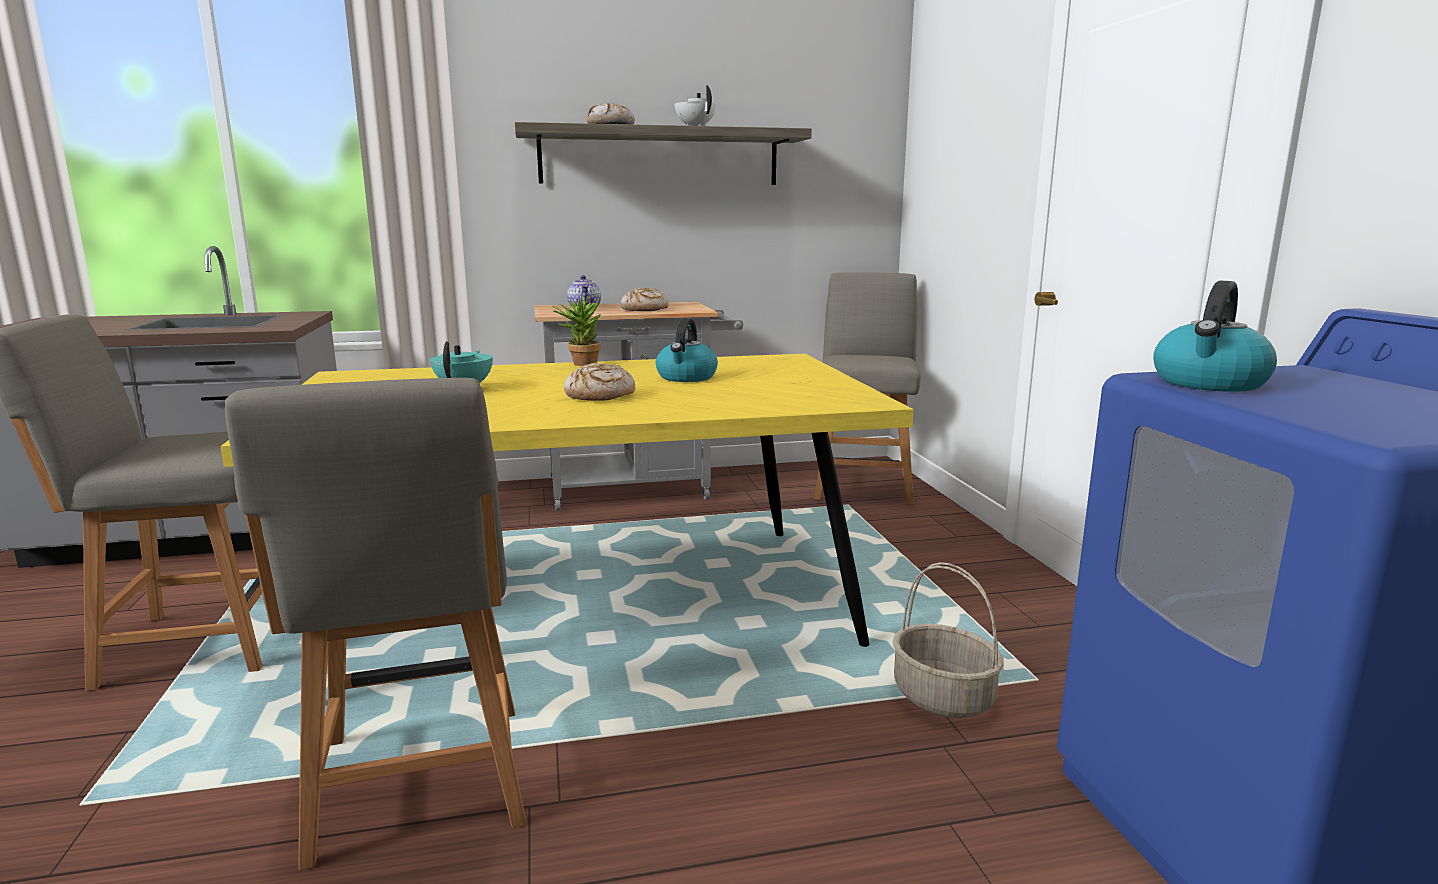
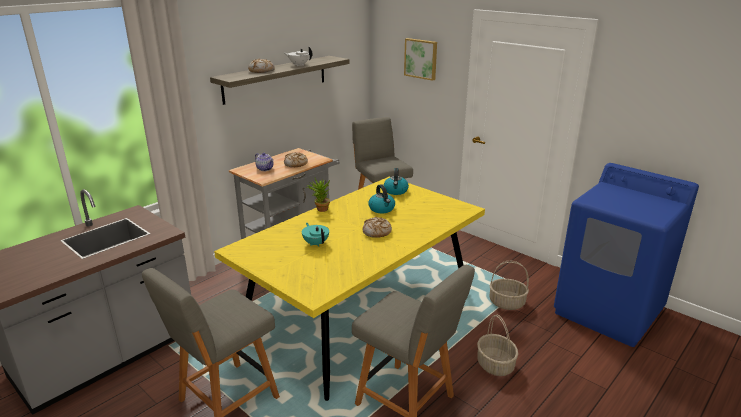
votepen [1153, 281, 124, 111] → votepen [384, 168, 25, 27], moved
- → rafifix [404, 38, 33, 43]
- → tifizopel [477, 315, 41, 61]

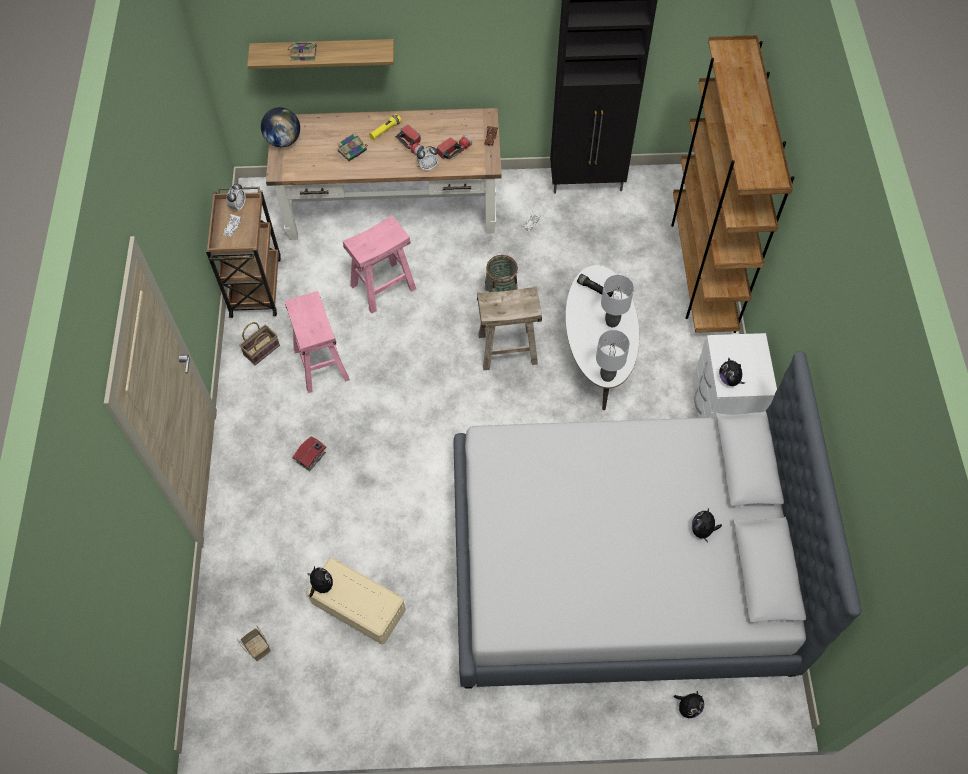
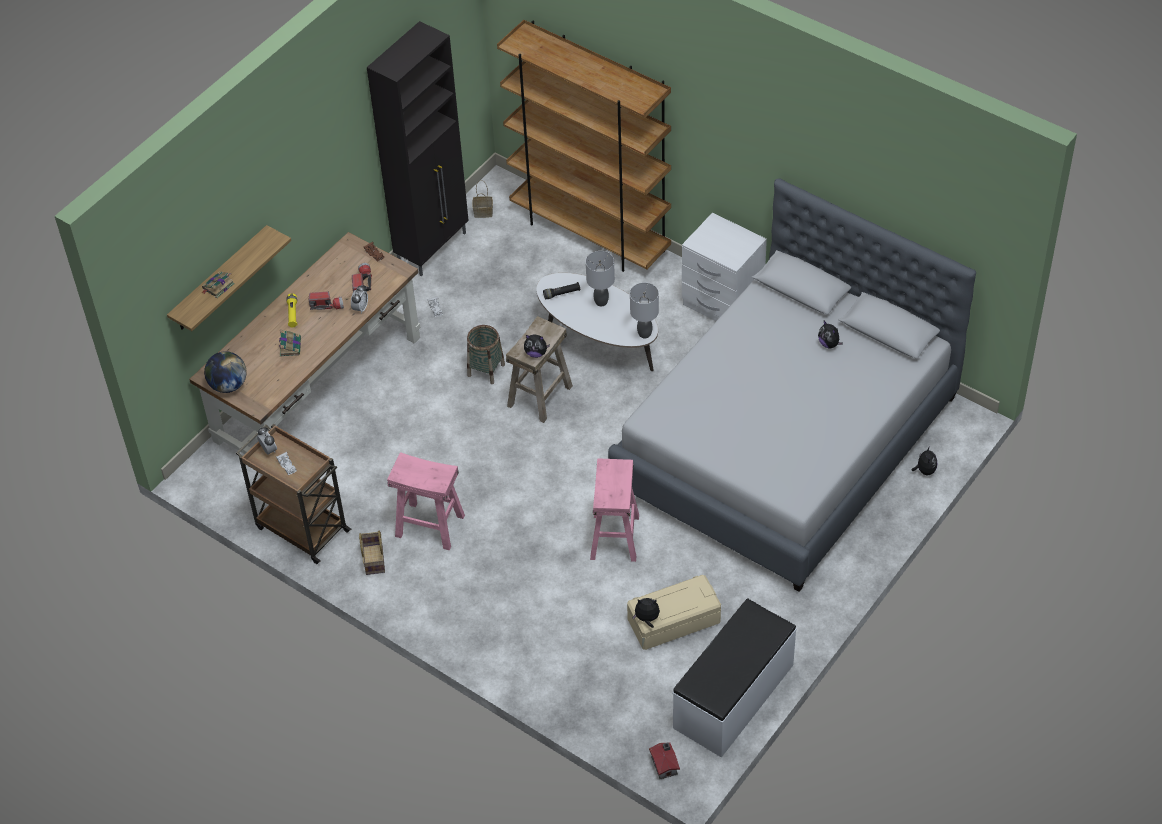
tifizopel [237, 625, 34, 36] → tifizopel [472, 180, 21, 38], moved
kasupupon [292, 436, 34, 35] → kasupupon [649, 742, 31, 37], moved
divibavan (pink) [343, 215, 73, 99] → divibavan (pink) [590, 458, 49, 104], moved
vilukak [719, 357, 26, 29] → vilukak [524, 334, 26, 24], moved
- → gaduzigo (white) [672, 599, 125, 159]

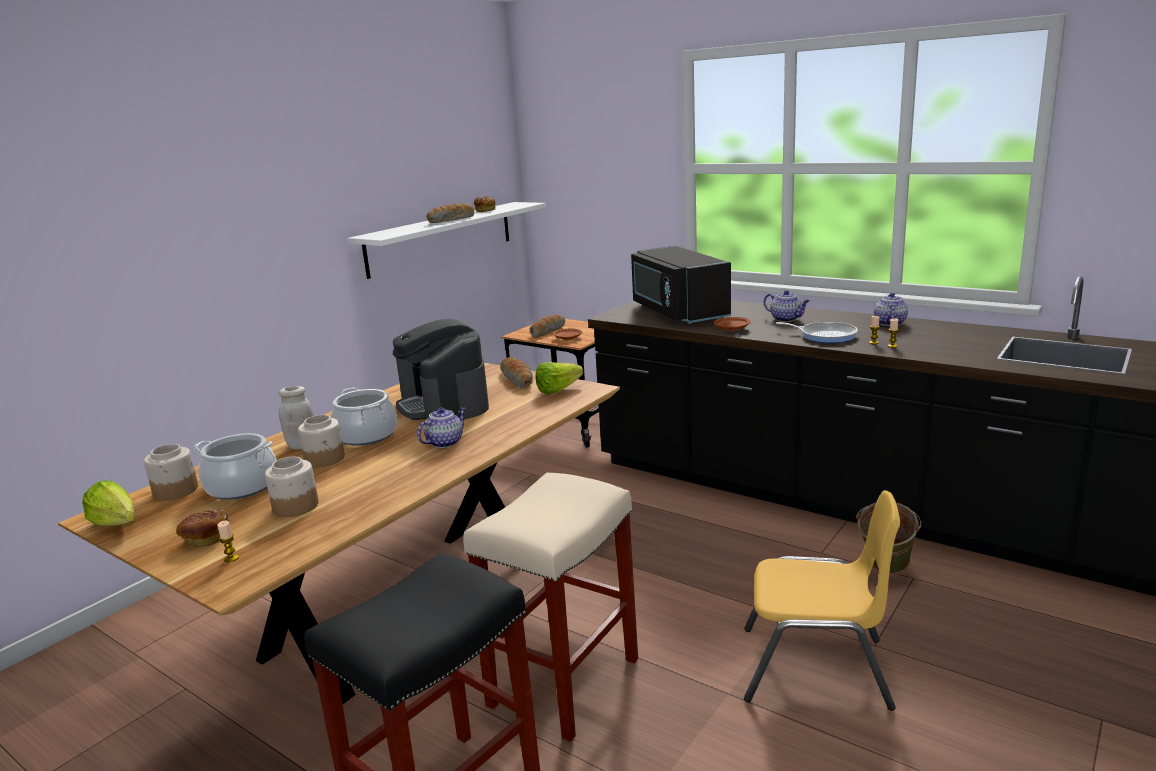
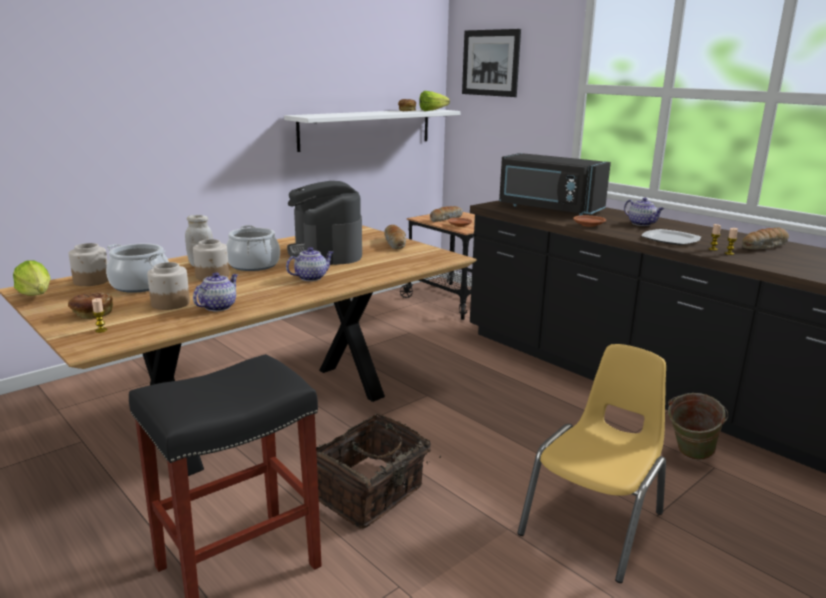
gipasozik [426, 203, 48, 20] → gipasozik [742, 227, 47, 23], moved
divibavan (beige) [463, 473, 175, 269] → tifizopel [316, 414, 125, 115]
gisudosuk [536, 362, 47, 33] → gisudosuk [419, 91, 31, 20], moved
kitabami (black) [631, 246, 100, 78] → kitabami (black) [499, 153, 112, 63], 45 degrees counterclockwise
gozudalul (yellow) [744, 490, 156, 221] → gozudalul (yellow) [517, 344, 149, 239], 75 degrees counterclockwise
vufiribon [776, 322, 82, 21] → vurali [641, 229, 60, 16]
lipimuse [874, 293, 34, 33] → lipimuse [193, 272, 45, 39], moved
- → rafifix [462, 29, 59, 68]

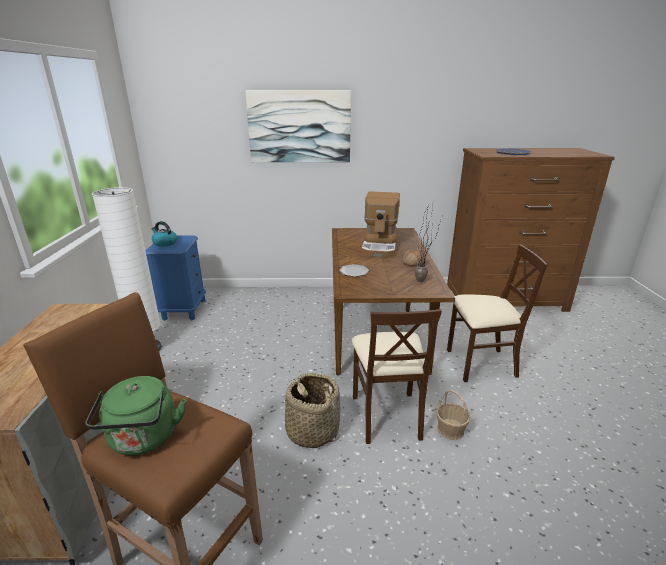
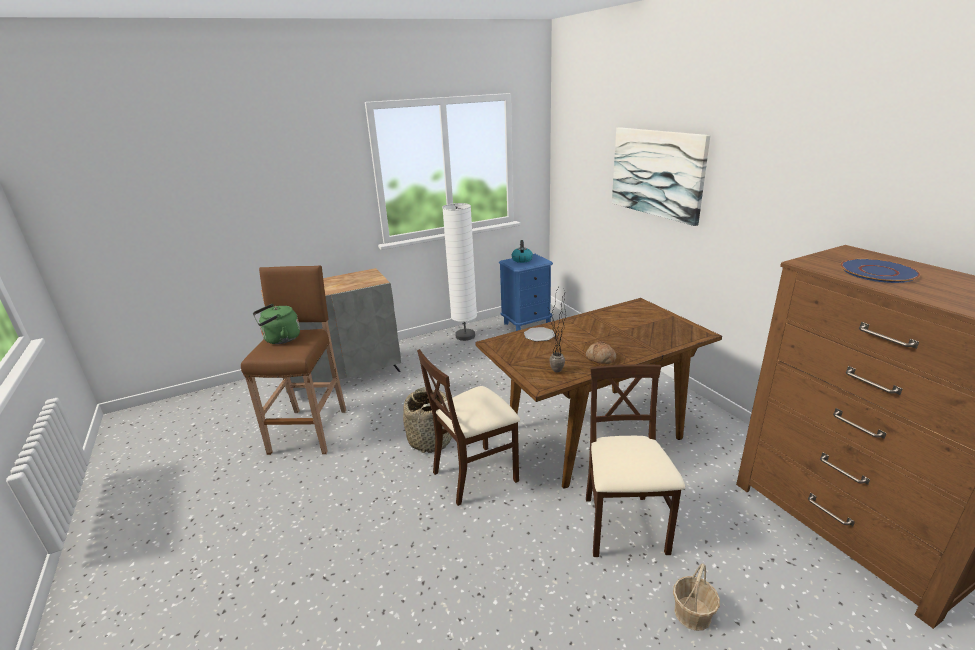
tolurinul [361, 191, 39, 66] → -
tifizopel [436, 390, 34, 50] → tifizopel [673, 563, 47, 68], moved
gozudalul (beige) [447, 245, 101, 137] → gozudalul (beige) [586, 364, 99, 193], 150 degrees counterclockwise

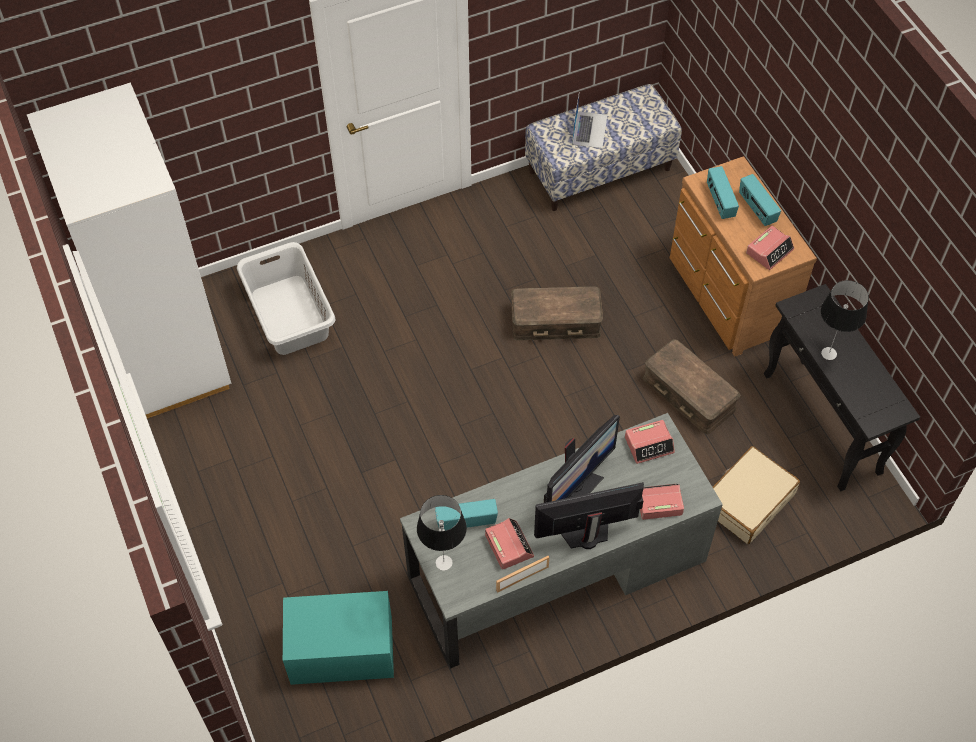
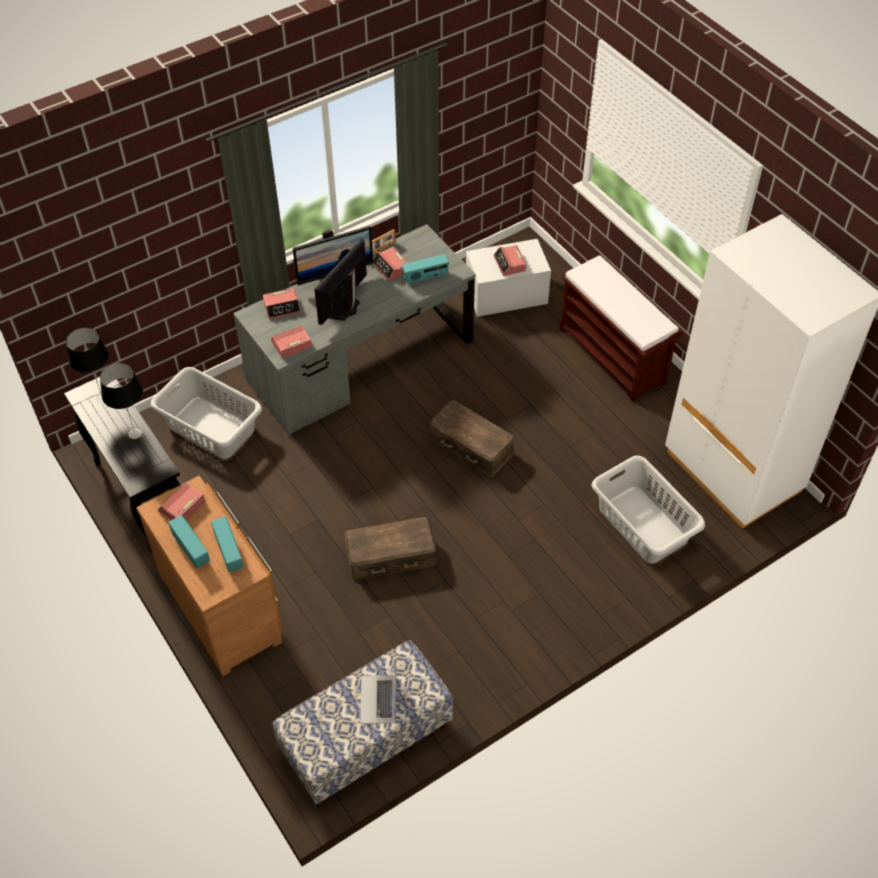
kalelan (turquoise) [283, 591, 111, 94] → kalelan (white) [466, 239, 85, 78]
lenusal [417, 495, 50, 76] → lenusal [66, 328, 43, 76], moved
kalelan (brown) [643, 339, 97, 95] → kalelan (brown) [429, 400, 86, 77], moved
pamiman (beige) [713, 446, 87, 98] → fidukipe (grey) [151, 367, 111, 92]
- → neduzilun [493, 245, 33, 31]
- → gaduzigo (brown) [559, 254, 124, 148]

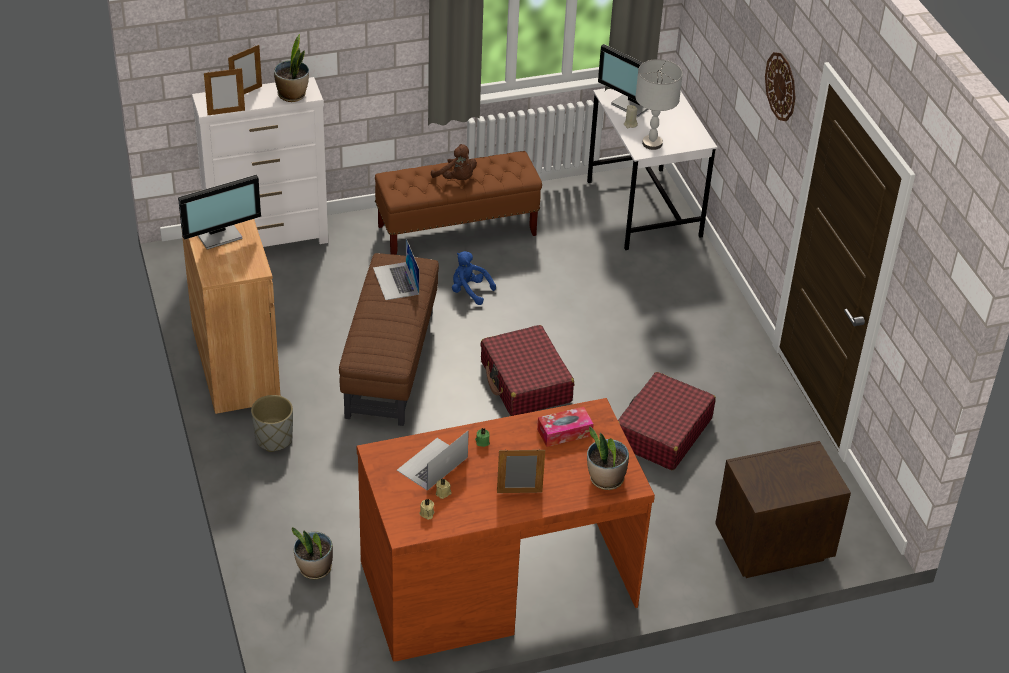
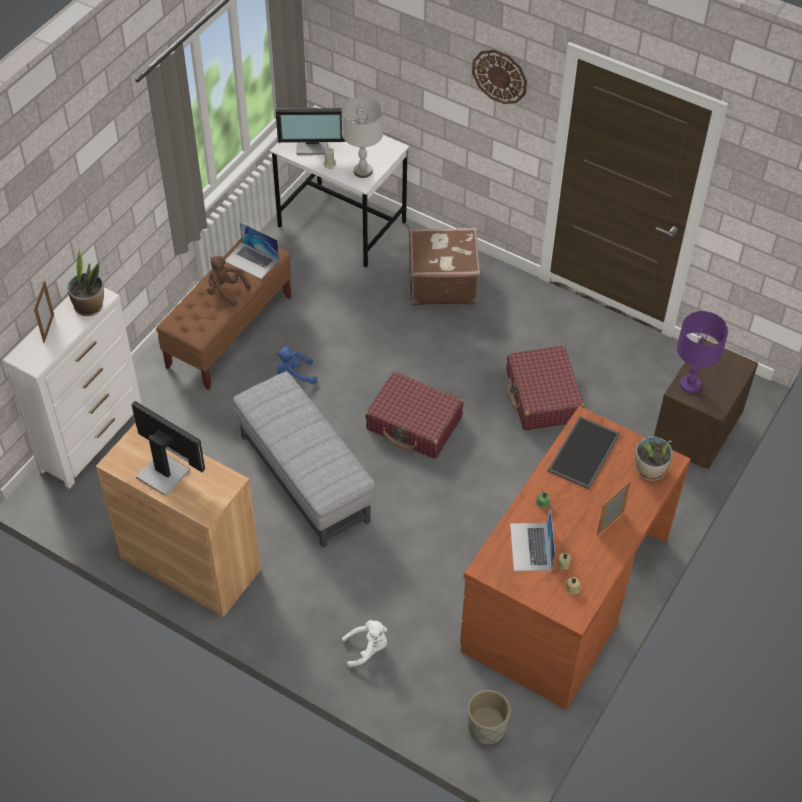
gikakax [178, 175, 83, 74] → gikakax [131, 401, 74, 95], 75 degrees counterclockwise
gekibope [204, 68, 41, 47] → -
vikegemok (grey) [251, 395, 42, 57] → vikegemok (grey) [468, 690, 42, 55], moved
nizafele [292, 527, 41, 52] → -
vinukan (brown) [339, 253, 100, 173] → vinukan (grey) [233, 372, 142, 176]
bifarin [373, 238, 46, 62] → bifarin [225, 223, 54, 56], moved
vilukak (brown) [431, 144, 46, 36] → vilukak (brown) [207, 256, 44, 50], 150 degrees counterclockwise
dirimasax [537, 407, 57, 40] → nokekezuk [548, 416, 72, 73]
- → vilukak (white) [342, 620, 45, 47]
- → pamiman (brown) [409, 228, 71, 77]
- → lenusal (purple) [677, 311, 51, 82]

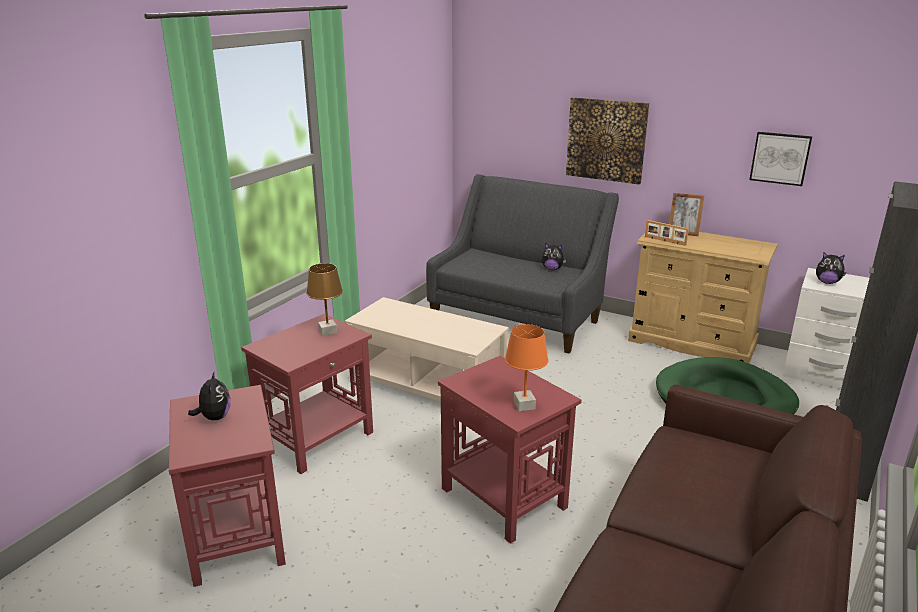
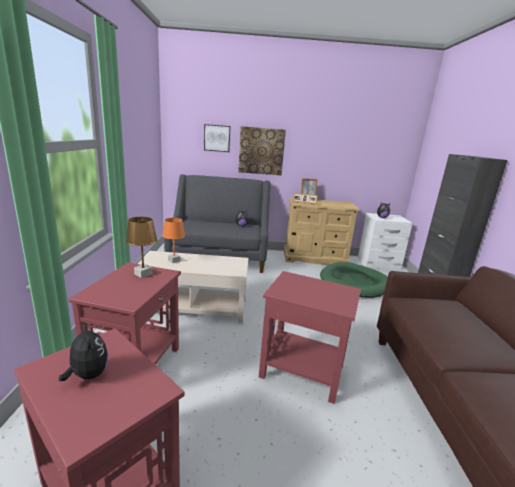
lenusal (orange) [505, 324, 44, 87] → lenusal (orange) [162, 218, 23, 45], moved
rafifix [749, 132, 63, 54] → rafifix [204, 124, 26, 28], moved

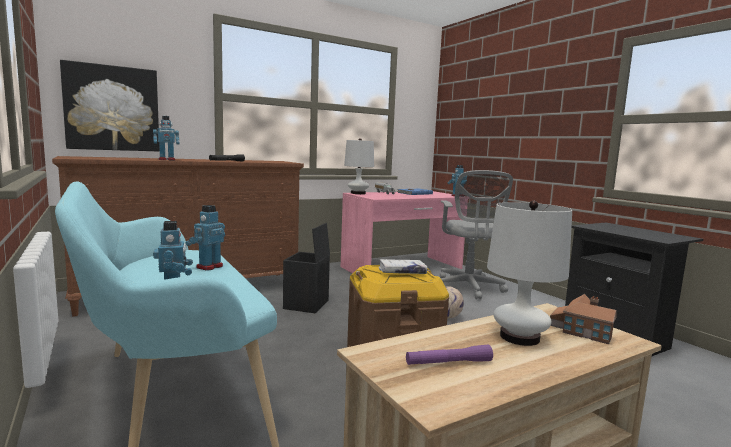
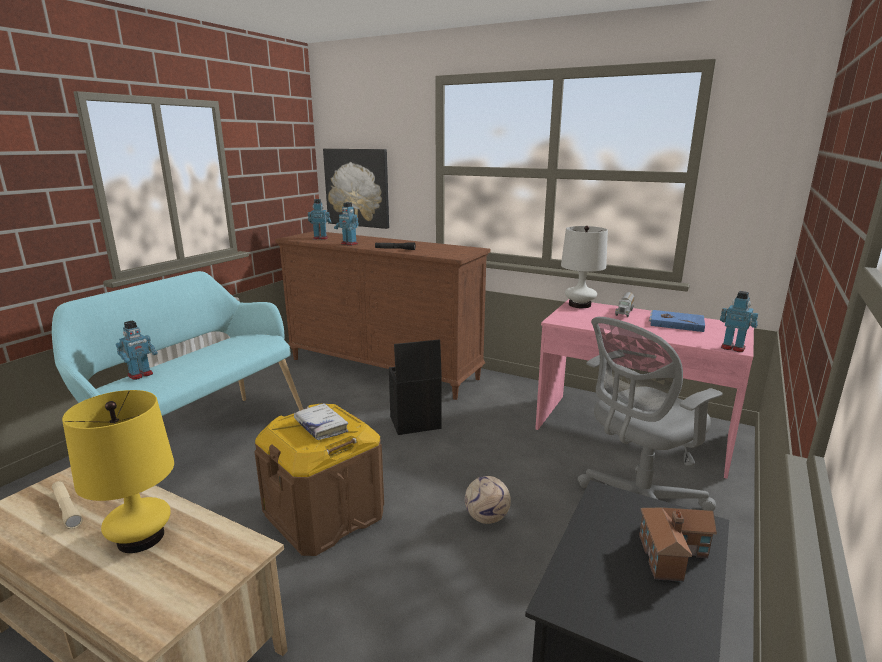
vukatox [185, 205, 40, 66] → vukatox [308, 199, 23, 41], moved
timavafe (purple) [406, 344, 87, 21] → timavafe (beige) [52, 481, 31, 48]
lenusal (white) [487, 201, 85, 145] → lenusal (yellow) [62, 390, 112, 163]
kasupupon [550, 294, 67, 50] → kasupupon [639, 507, 78, 75], moved

